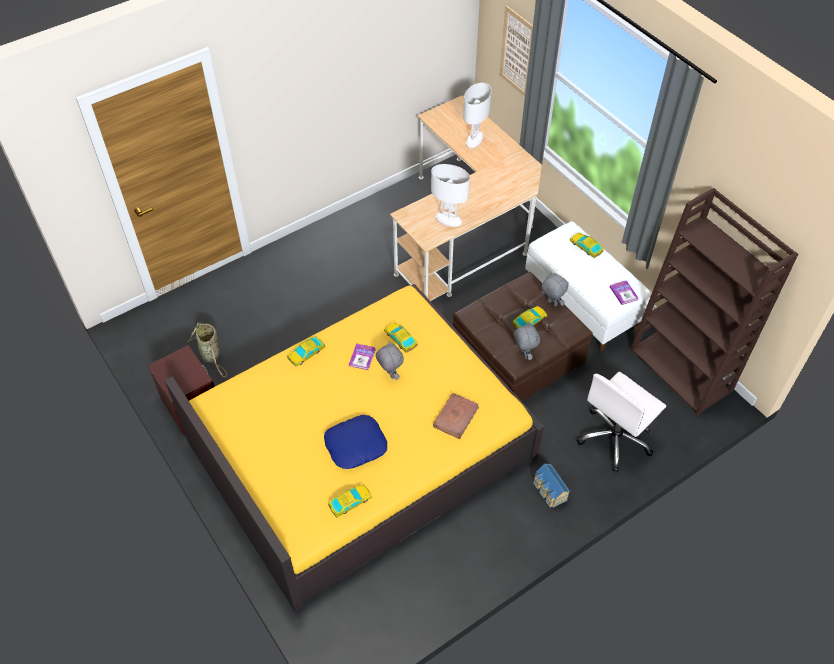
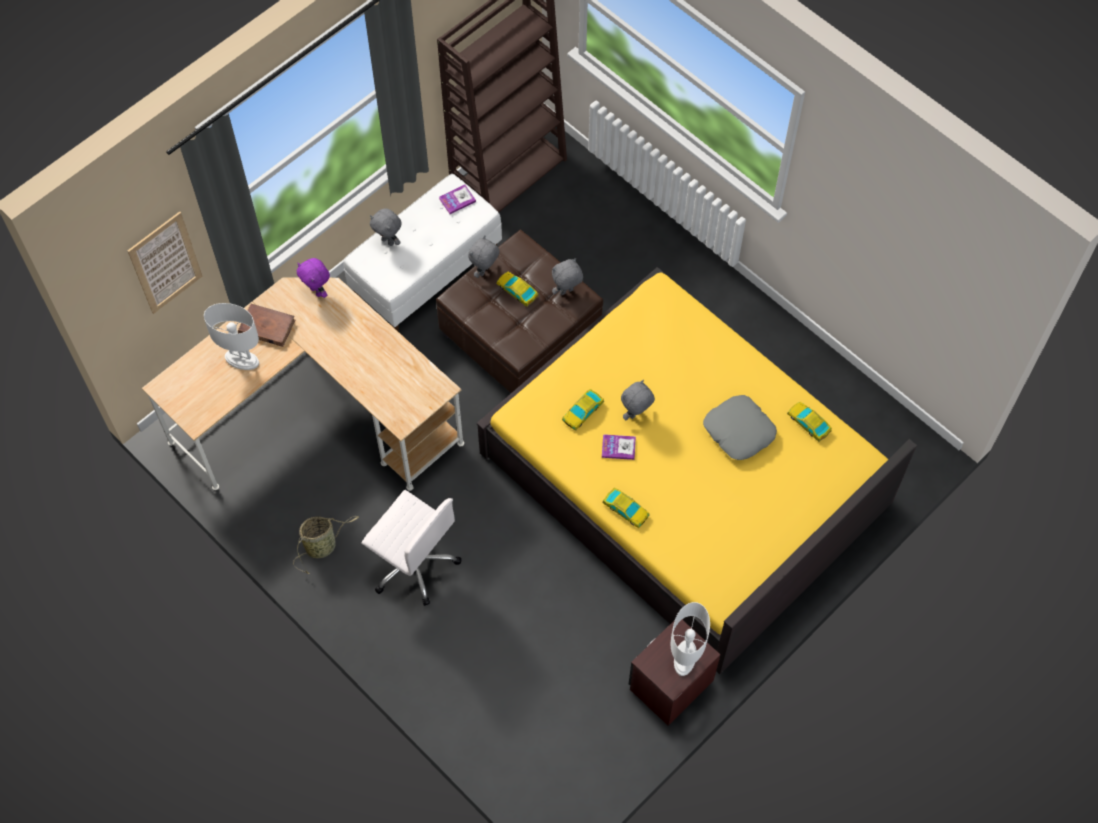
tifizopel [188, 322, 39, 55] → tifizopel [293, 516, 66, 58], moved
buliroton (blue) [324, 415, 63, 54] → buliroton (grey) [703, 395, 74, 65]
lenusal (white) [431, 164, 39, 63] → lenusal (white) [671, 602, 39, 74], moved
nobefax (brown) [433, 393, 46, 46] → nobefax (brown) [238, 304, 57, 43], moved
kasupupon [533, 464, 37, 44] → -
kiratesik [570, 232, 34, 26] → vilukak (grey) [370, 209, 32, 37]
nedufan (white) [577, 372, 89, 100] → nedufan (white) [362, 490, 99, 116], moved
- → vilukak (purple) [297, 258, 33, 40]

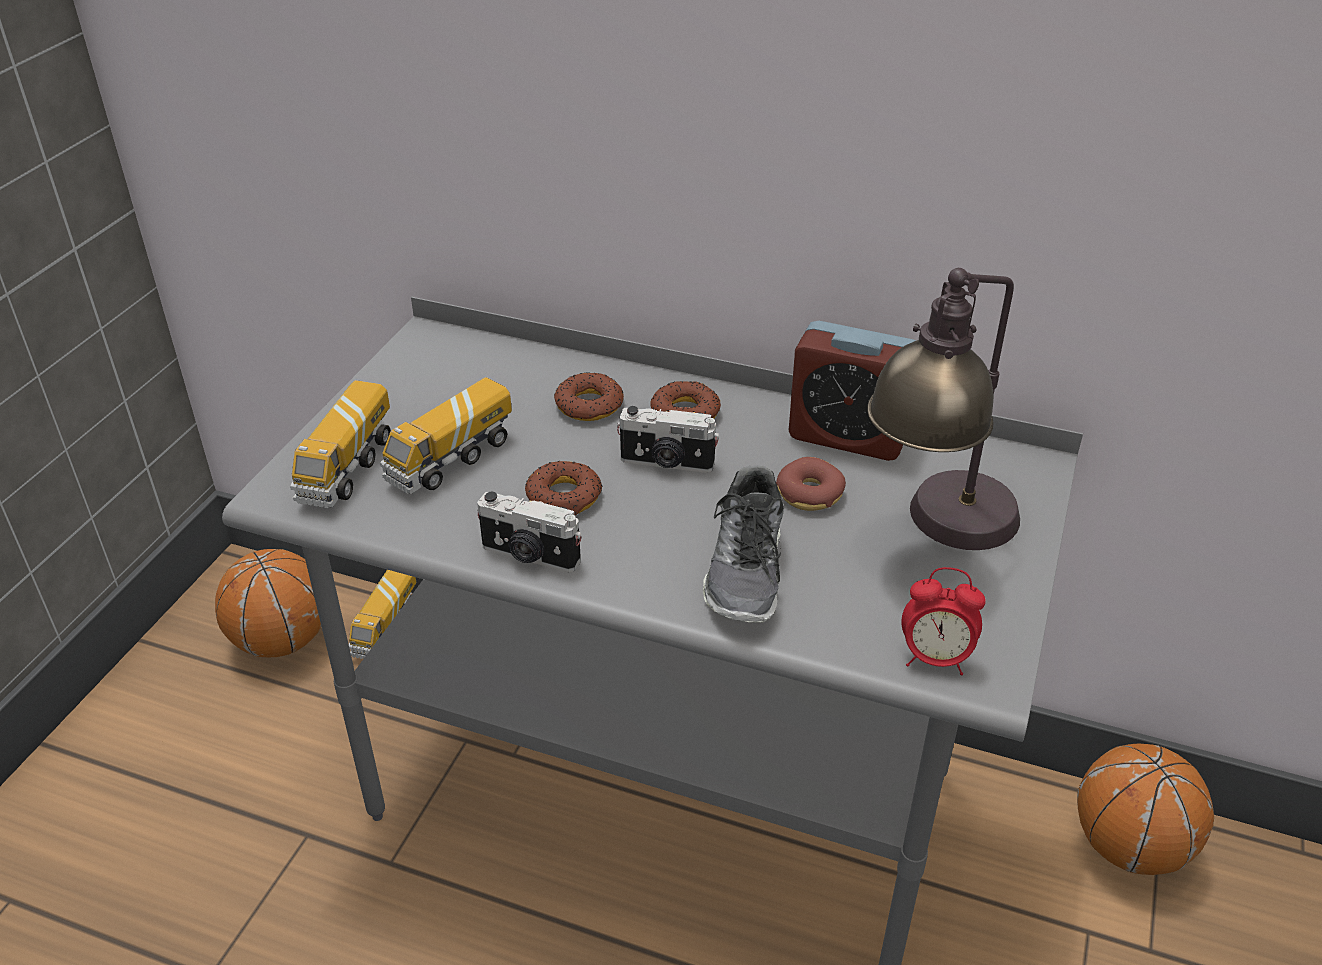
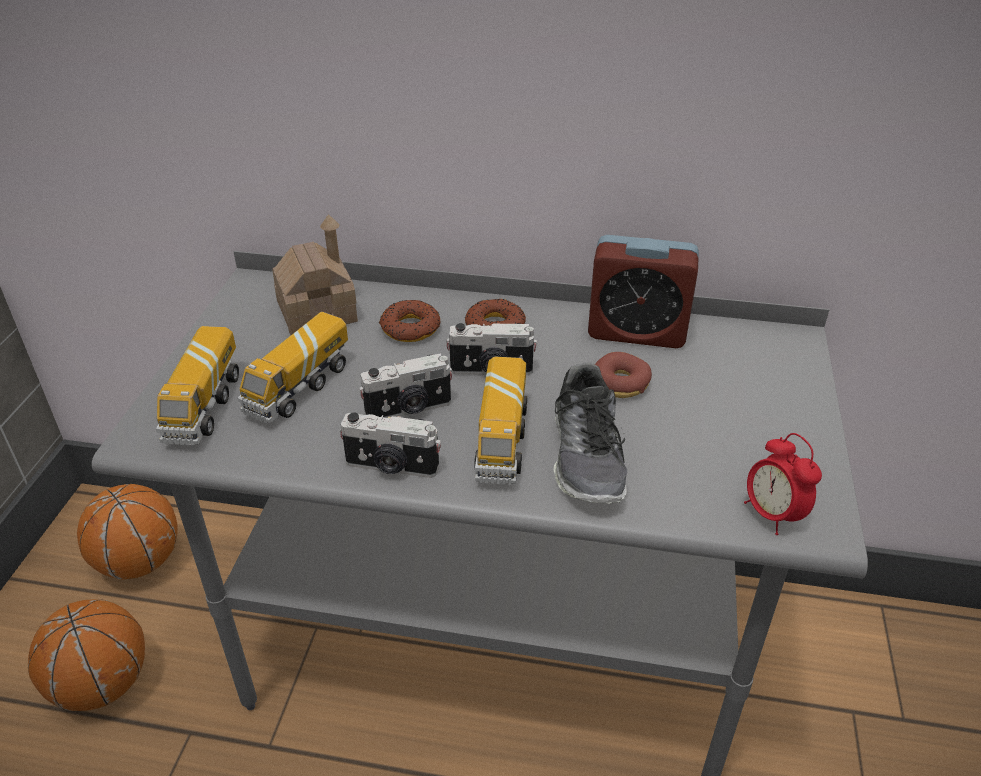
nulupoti [349, 570, 68, 89] → nulupoti [474, 357, 53, 128], moved
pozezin [525, 461, 77, 54] → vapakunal [359, 354, 94, 64]
lenusal [867, 268, 153, 282] → -
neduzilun [902, 567, 84, 109] → neduzilun [744, 433, 78, 102], 60 degrees clockwise
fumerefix [1077, 743, 137, 132] → fumerefix [28, 599, 117, 112], moved
- → kasupupon [272, 214, 86, 121]

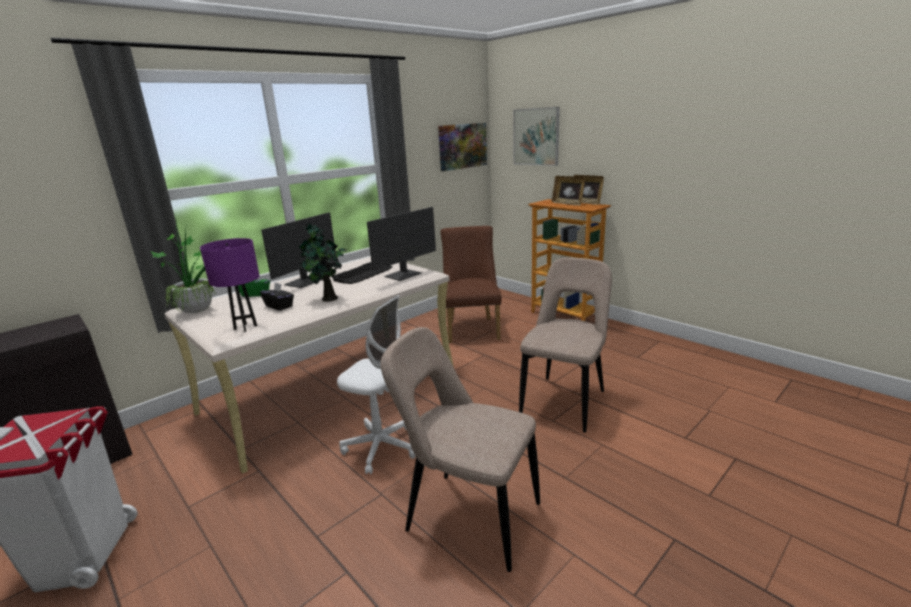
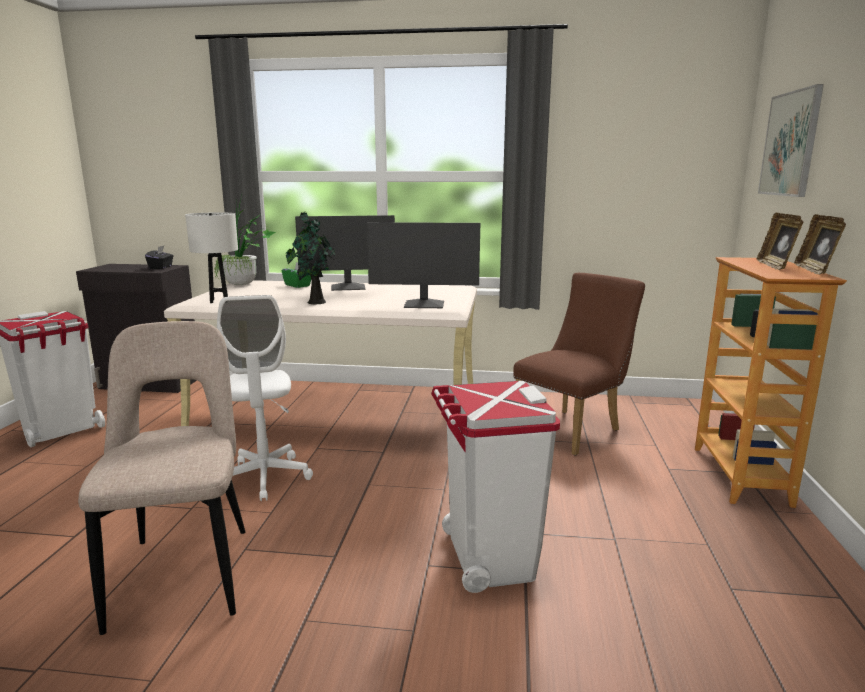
lenusal (purple) [200, 238, 60, 94] → lenusal (white) [185, 212, 53, 91]
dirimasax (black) [260, 282, 34, 29] → dirimasax (black) [145, 246, 29, 23], moved
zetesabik [332, 262, 60, 22] → -
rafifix [438, 123, 49, 48] → -
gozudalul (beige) [519, 258, 93, 175] → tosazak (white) [431, 381, 129, 212]

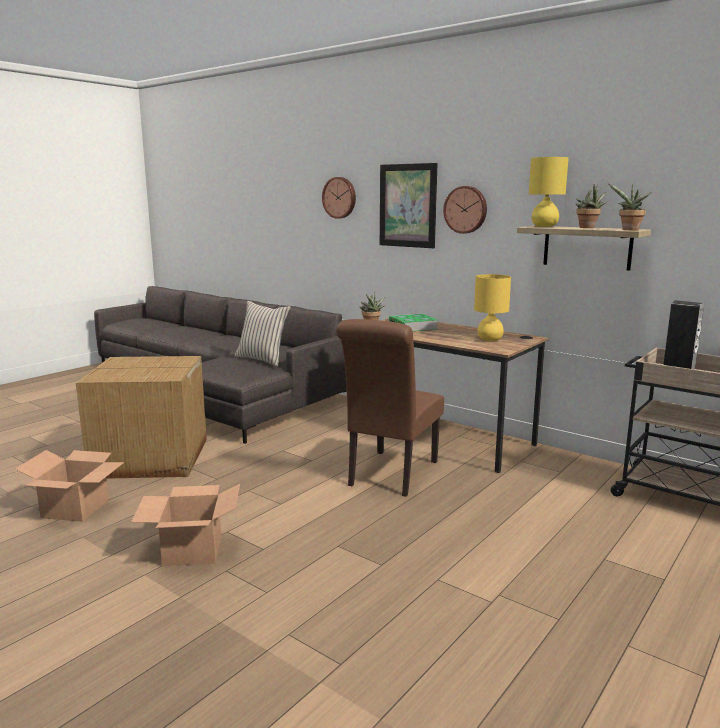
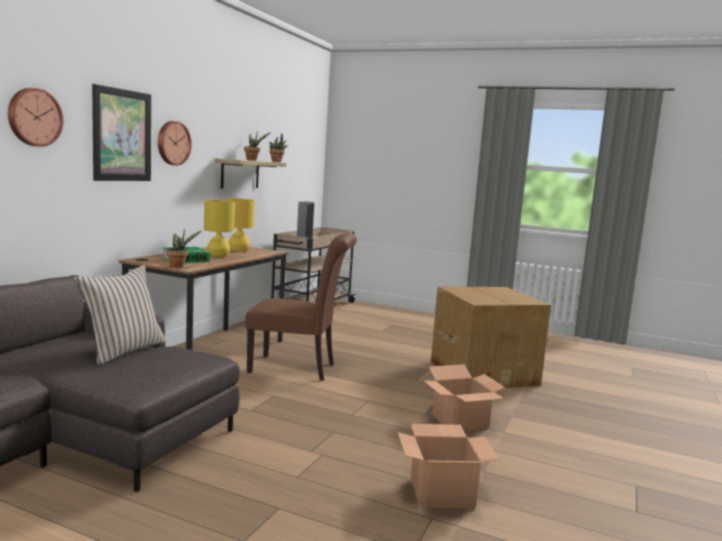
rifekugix [76, 356, 131, 123] → rifekugix [431, 287, 120, 101], moved
lenusal (yellow) [529, 157, 40, 70] → lenusal (yellow) [204, 200, 31, 57], moved

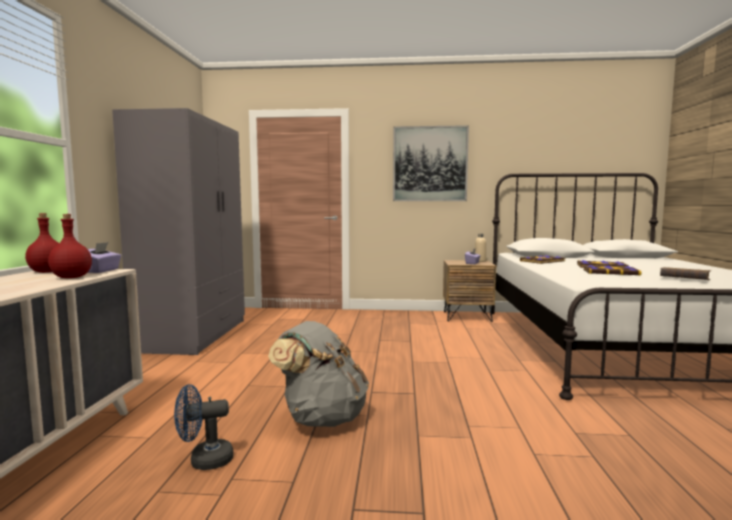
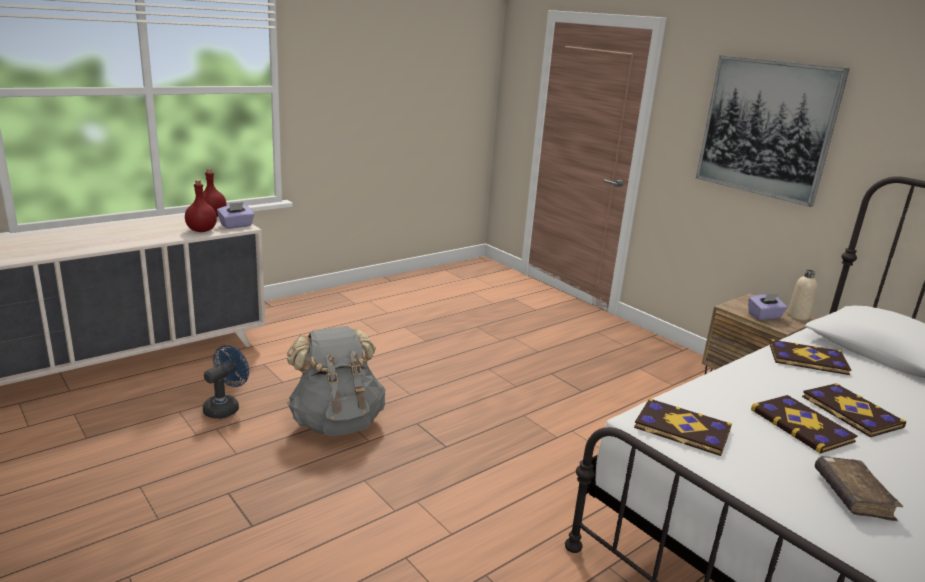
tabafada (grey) [112, 108, 133, 247] → -
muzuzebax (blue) [174, 384, 59, 86] → muzuzebax (blue) [203, 345, 46, 74], 90 degrees clockwise
- → nobefax [634, 398, 98, 58]

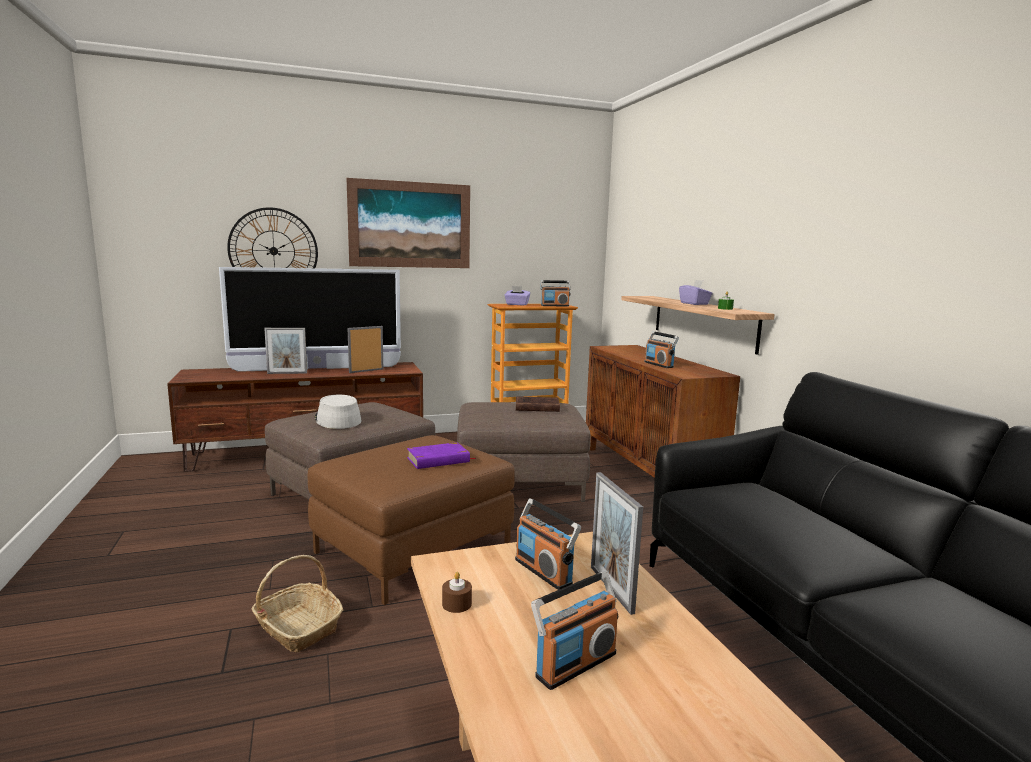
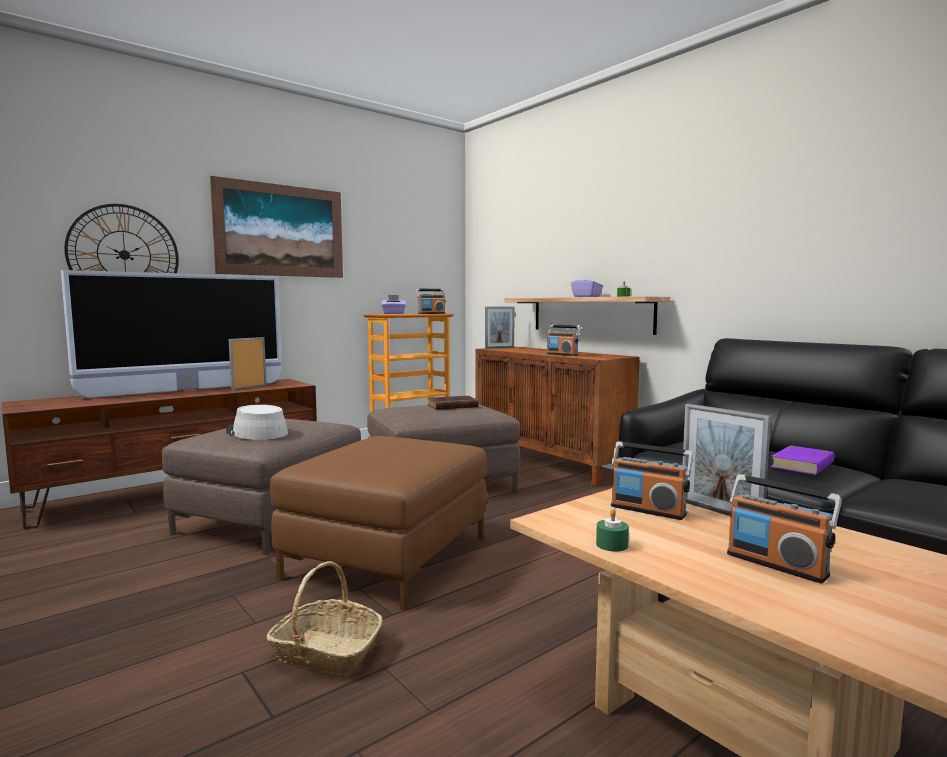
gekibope [264, 328, 43, 46] → gekibope [485, 307, 30, 42], moved
nobefax (purple) [407, 442, 68, 27] → nobefax (purple) [770, 445, 64, 30], moved
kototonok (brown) [442, 572, 30, 41] → kototonok (green) [596, 509, 33, 43]
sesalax [531, 572, 87, 118] → sesalax [727, 474, 115, 110], 105 degrees clockwise

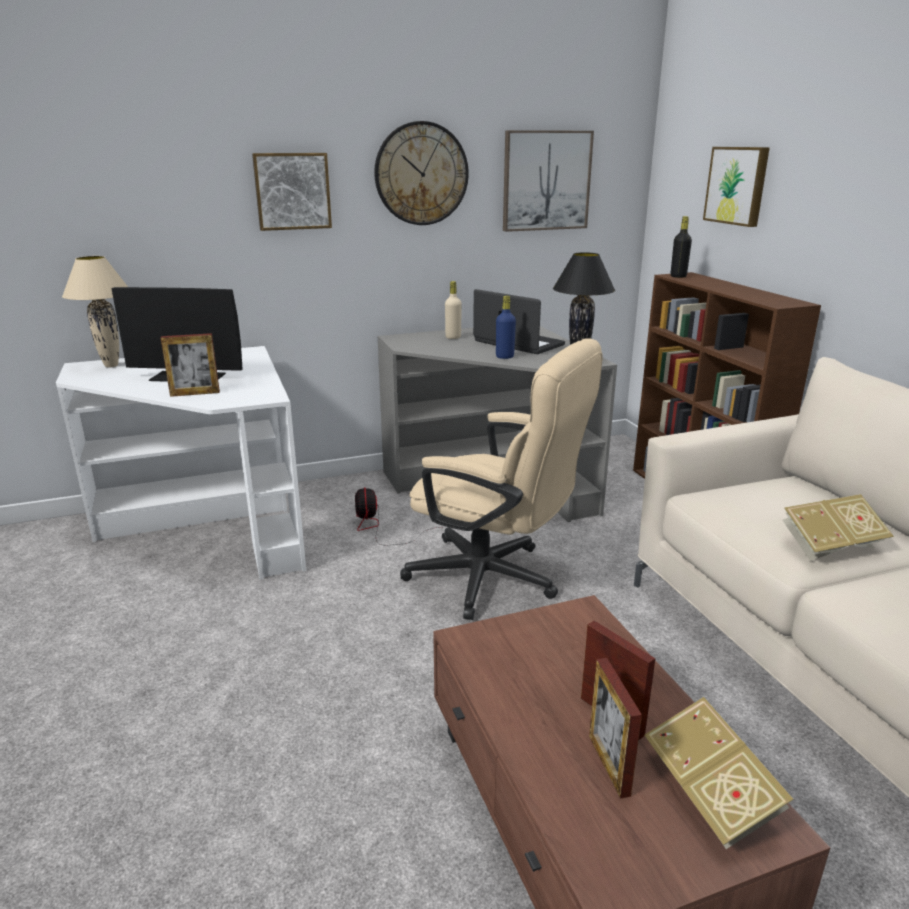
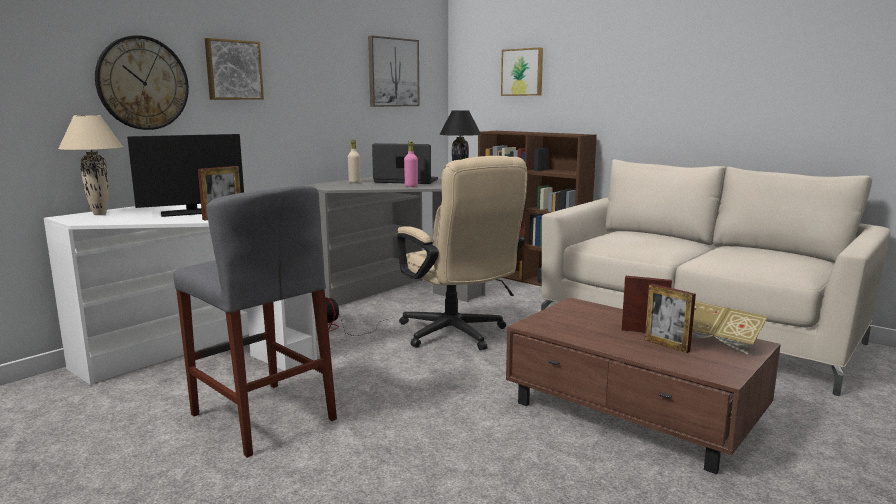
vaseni [374, 121, 95, 104] → vaseni [95, 35, 94, 95], moved
nedufan (beige) [400, 338, 203, 282] → nedufan (beige) [397, 156, 130, 195], 60 degrees clockwise
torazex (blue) [496, 296, 20, 63] → torazex (pink) [404, 142, 14, 45]
torazex (black) [671, 216, 21, 62] → -
nobefax [783, 494, 111, 67] → -
- → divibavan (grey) [173, 186, 164, 272]

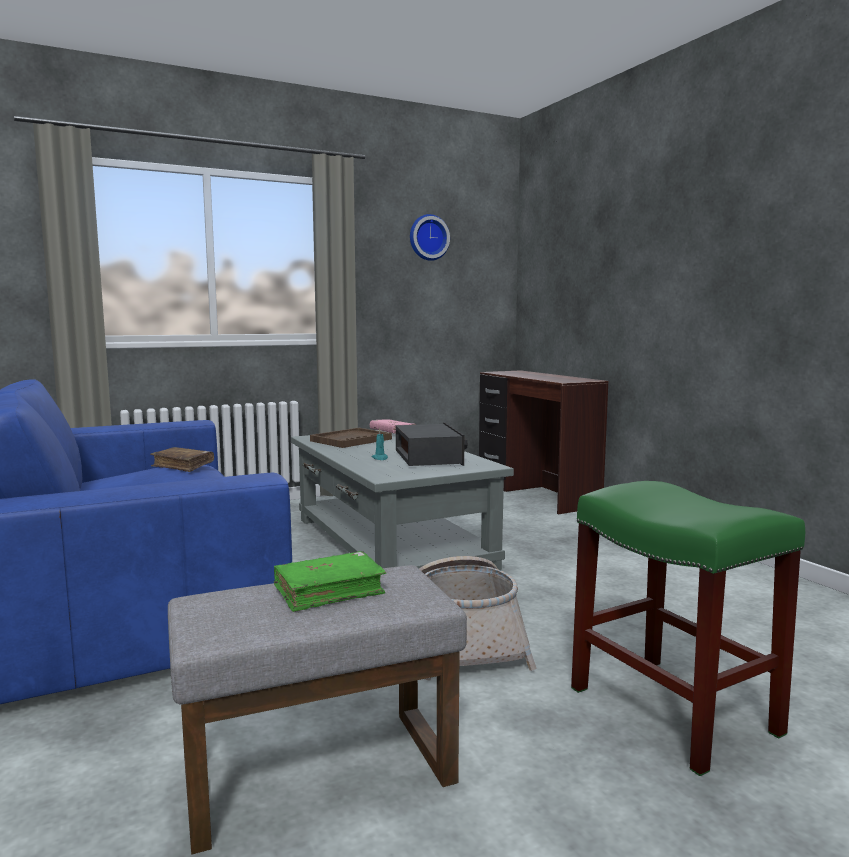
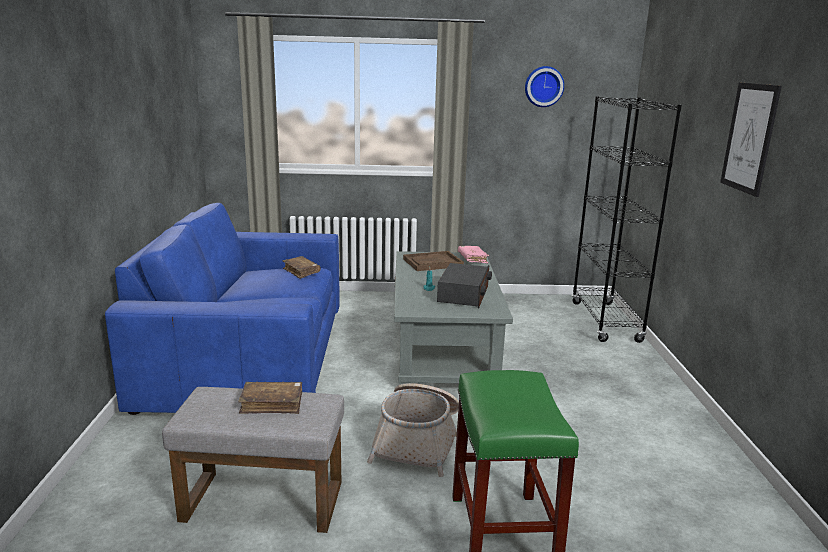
nobefax (green) [274, 551, 112, 61] → nobefax (brown) [238, 382, 64, 32]
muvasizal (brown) [479, 370, 129, 145] → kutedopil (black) [572, 96, 110, 247]
- → rafifix [720, 83, 62, 114]

